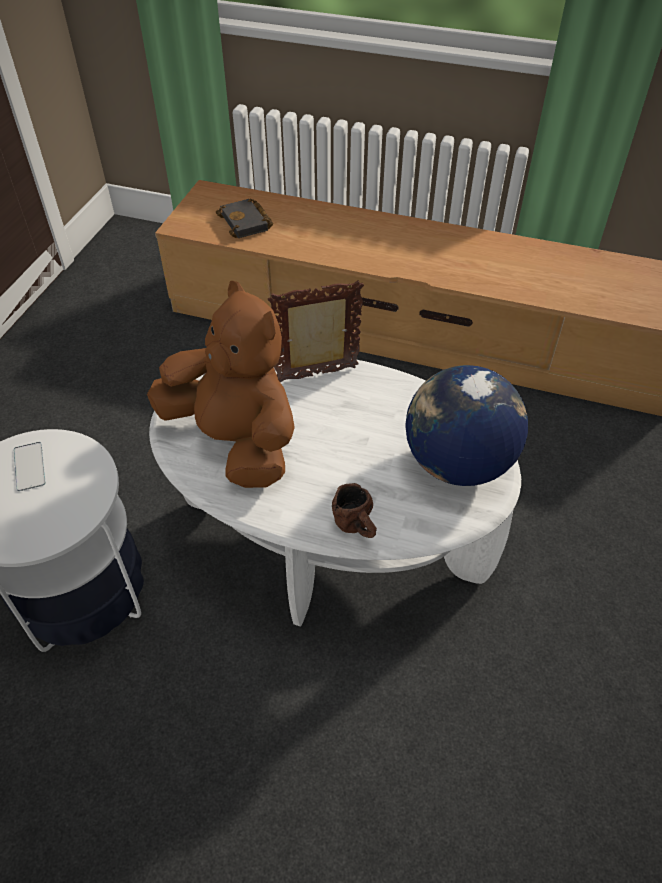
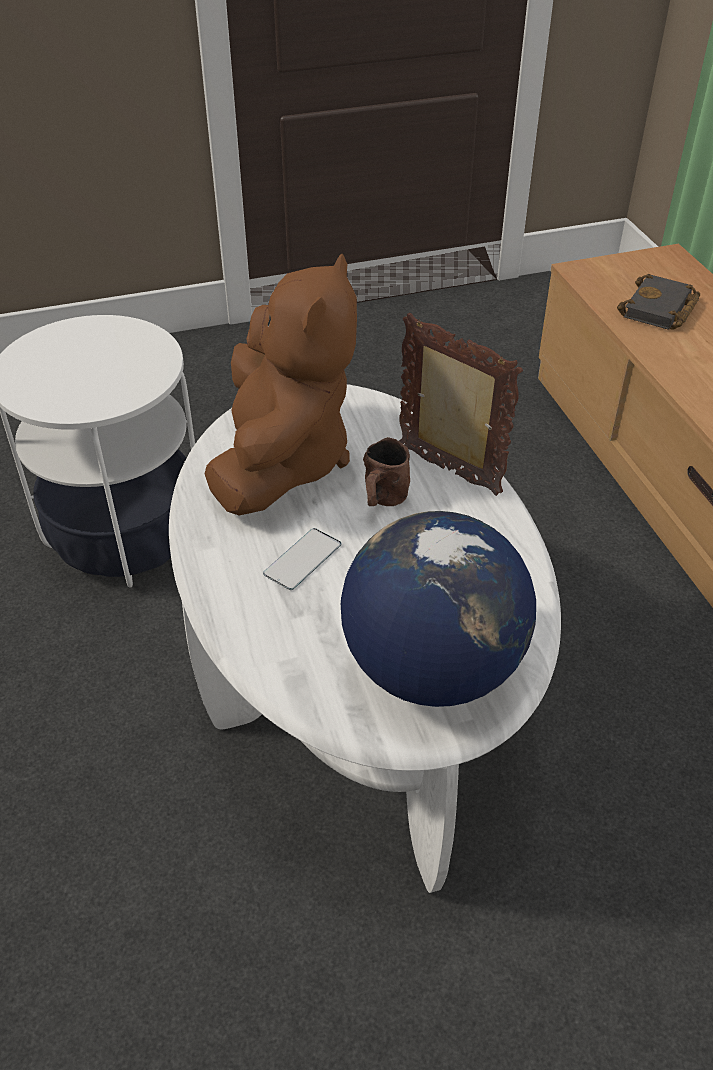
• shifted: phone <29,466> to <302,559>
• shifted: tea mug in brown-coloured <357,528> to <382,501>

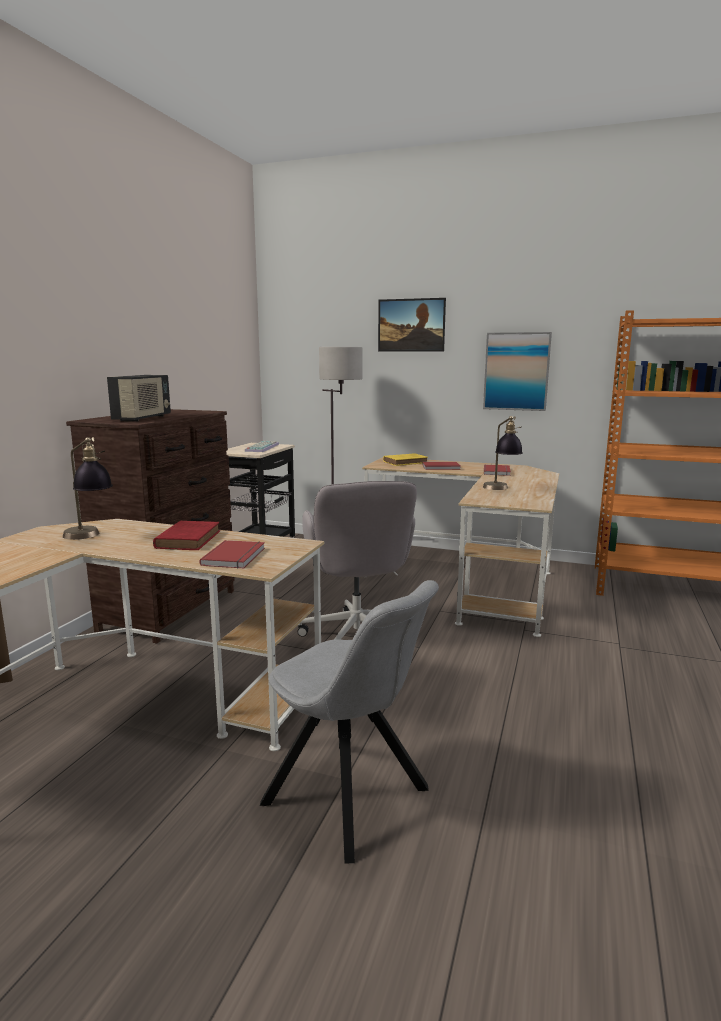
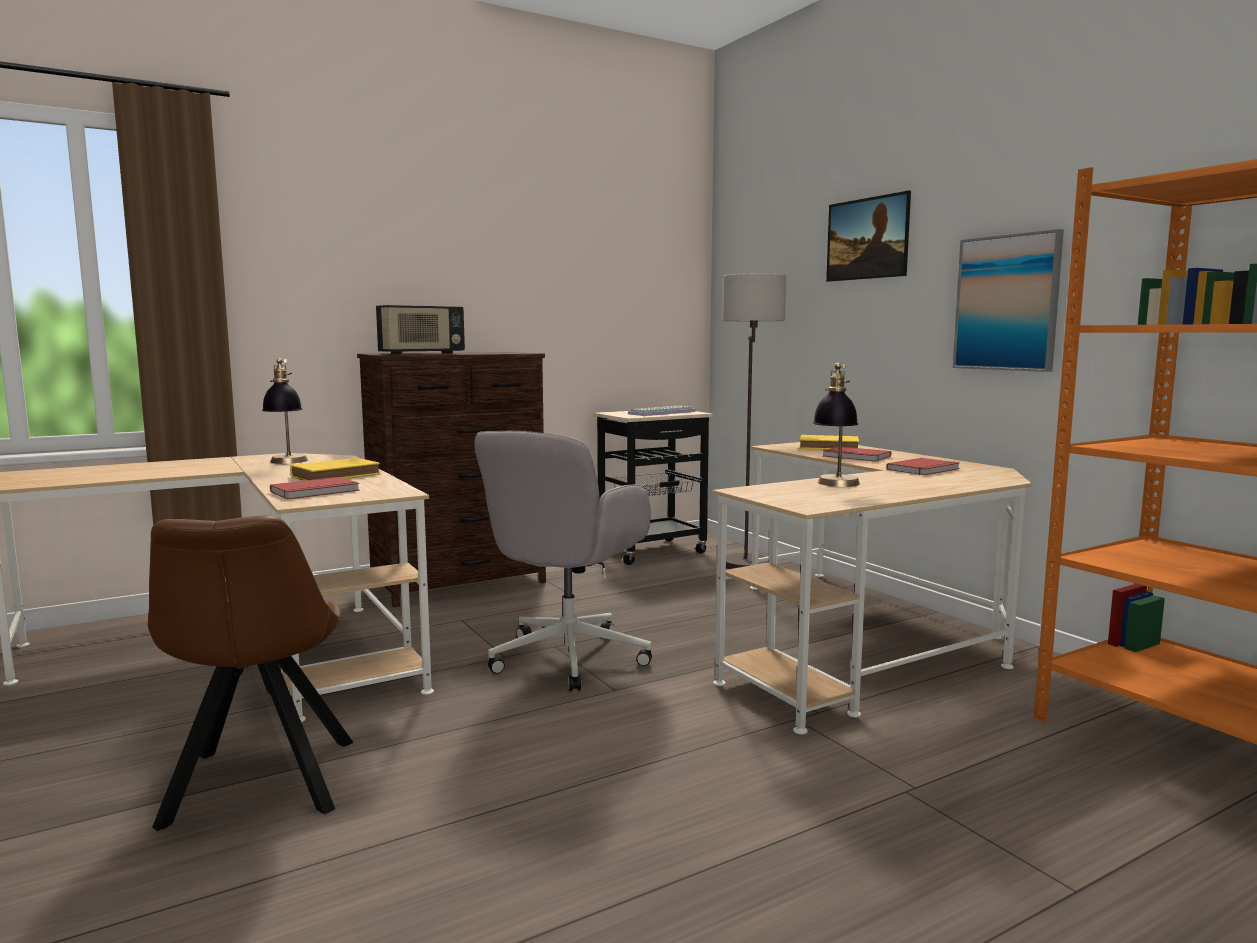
• repainted: volume in red <189,539> to volume in yellowish <338,475>
• repainted: upright chair in grey <349,798> to upright chair in brown-coloured <260,785>

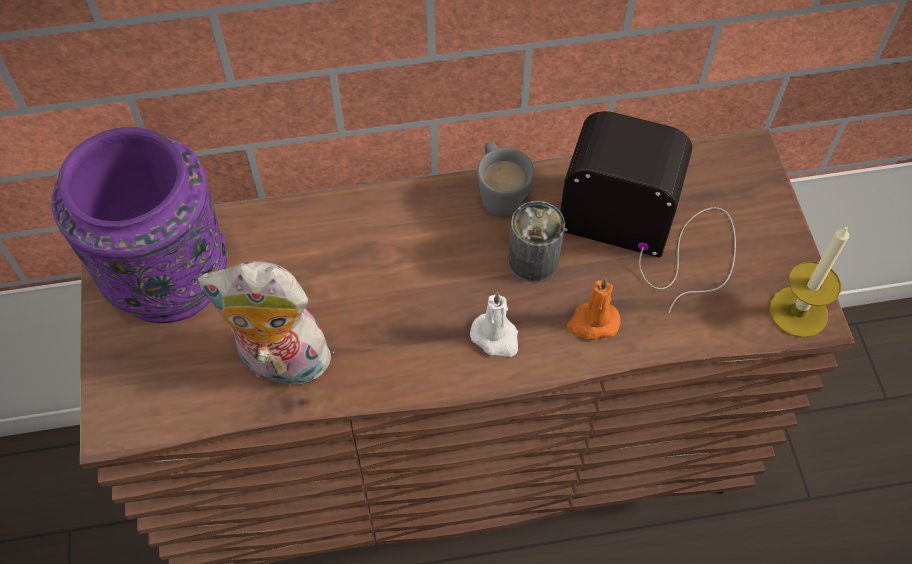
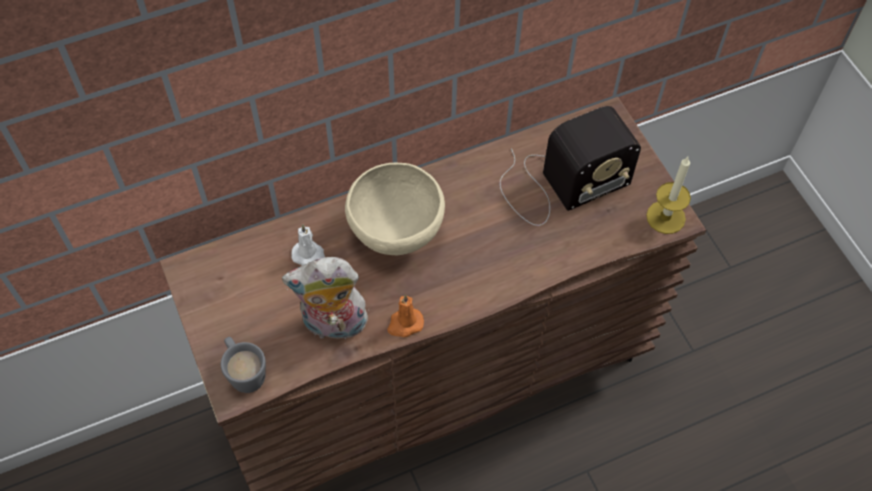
• gone: flower vase in purple-coloured <166,275>
• shifted: wax candle in whitish <496,337> to <309,256>
• shifted: tea mug in grey <500,193> to <244,372>
• gone: sealed can <533,260>
• rotated: radio set <654,233> = <559,184> 150 degrees clockwise
• shifted: wax candle in orange <592,322> to <404,324>
• new: bowl in sand-coloured <396,232>

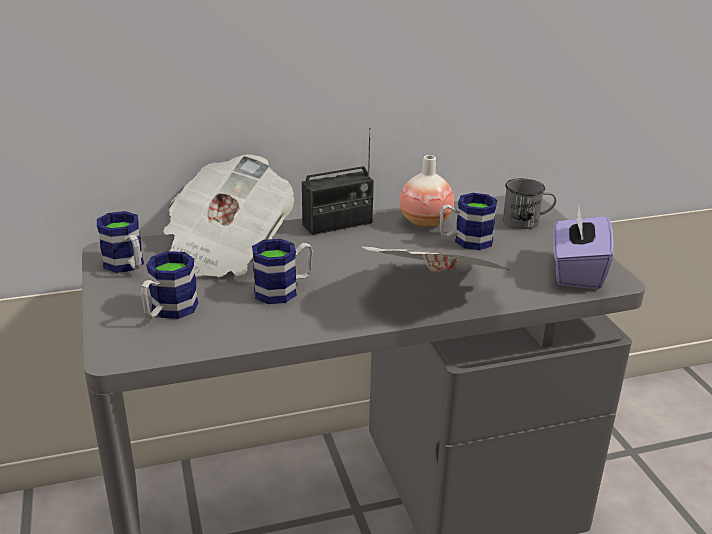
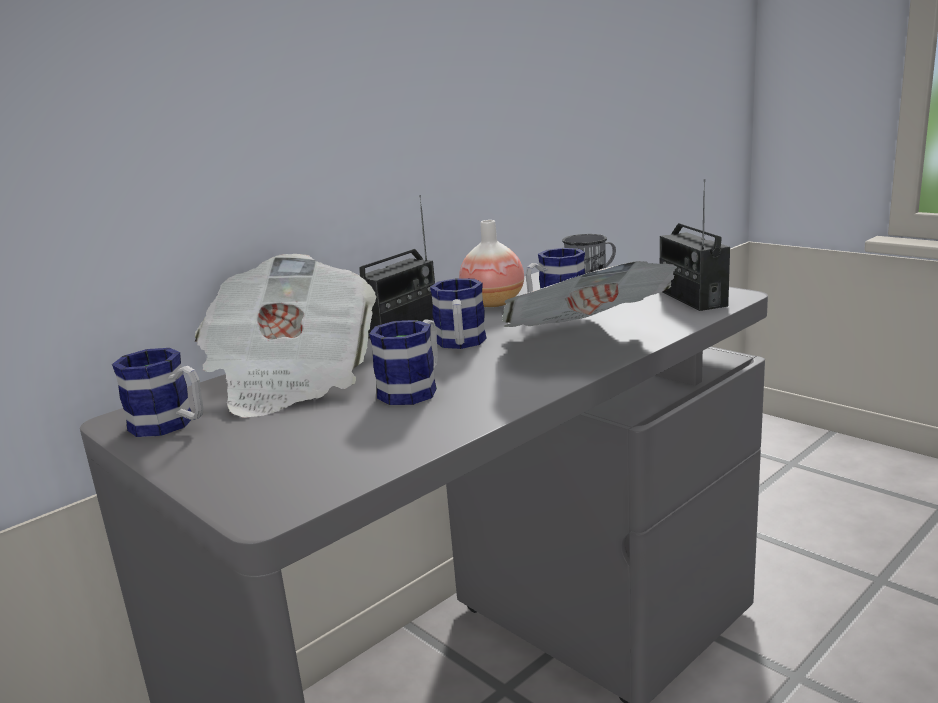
• shifted: tea mug <168,311> to <460,344>
• swapped: box of tissues in purple-coloured <576,271> to radio set <691,298>

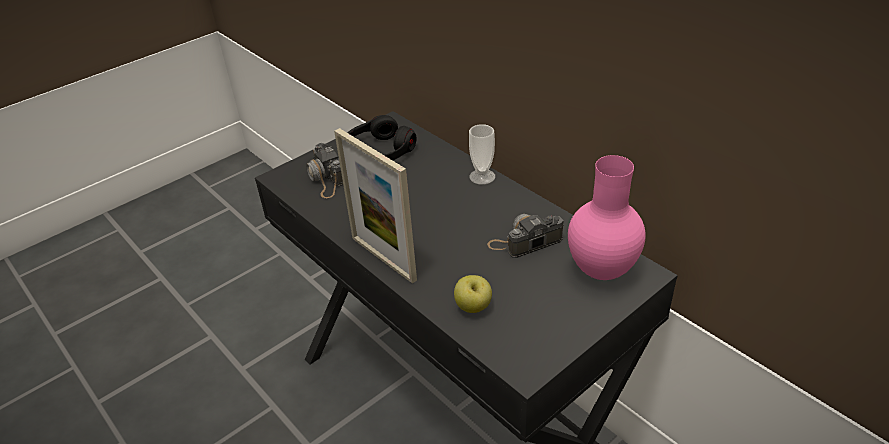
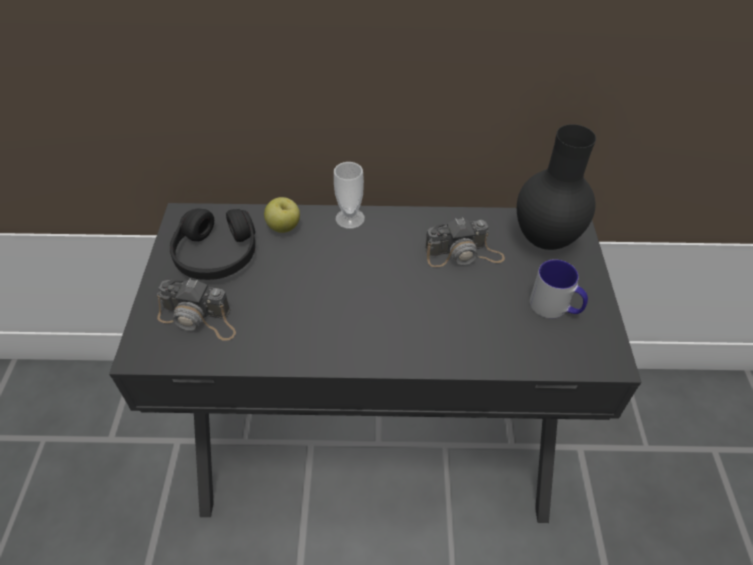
• gone: picture frame <383,258>
• shifted: apple <473,307> to <284,227>
• rotated: still camera <525,241> = <463,254> 120 degrees counterclockwise
• repainted: flower vase in pink <603,271> to flower vase in black-coloured <546,239>
• new: tea mug <555,307>

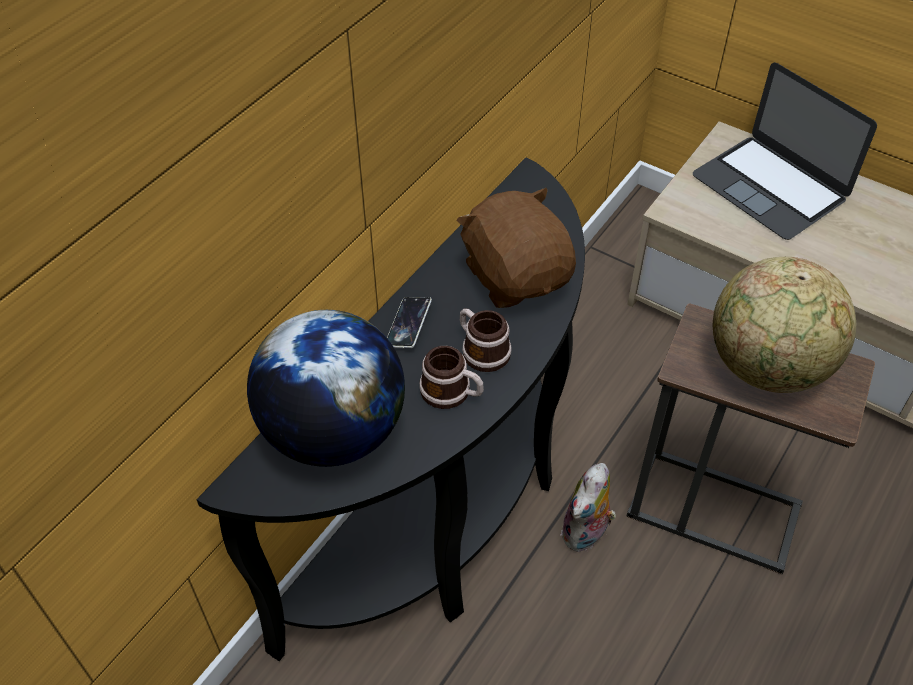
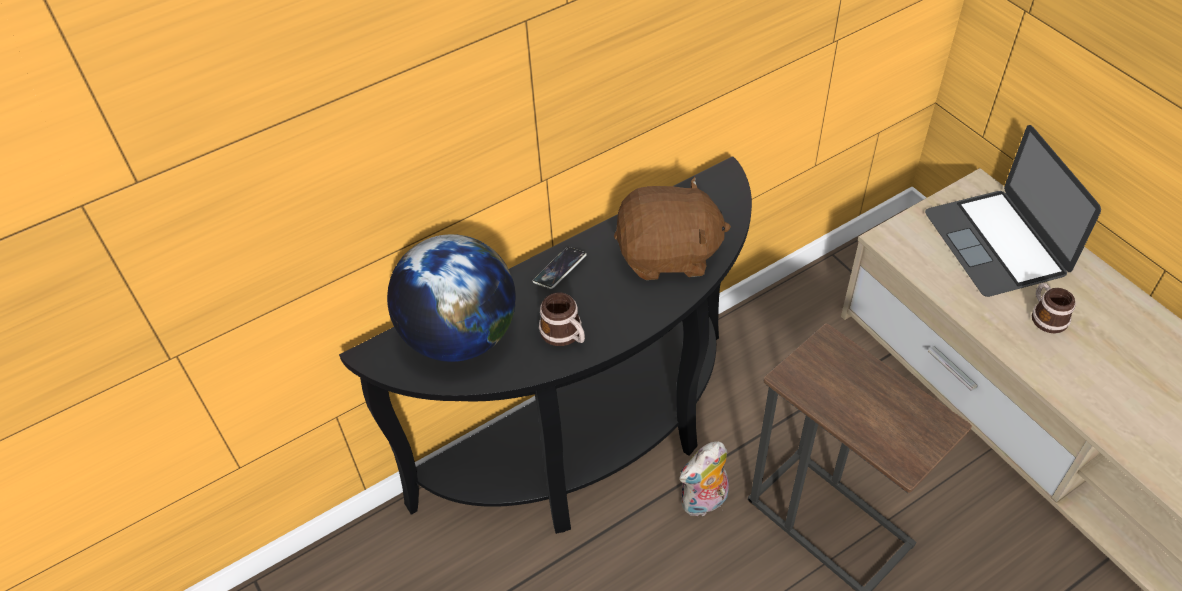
• rotated: soft toy in brown-coloured <516,276> = <668,255> 90 degrees clockwise
• shifted: tea mug <481,350> to <1046,316>
• gone: world globe <767,367>

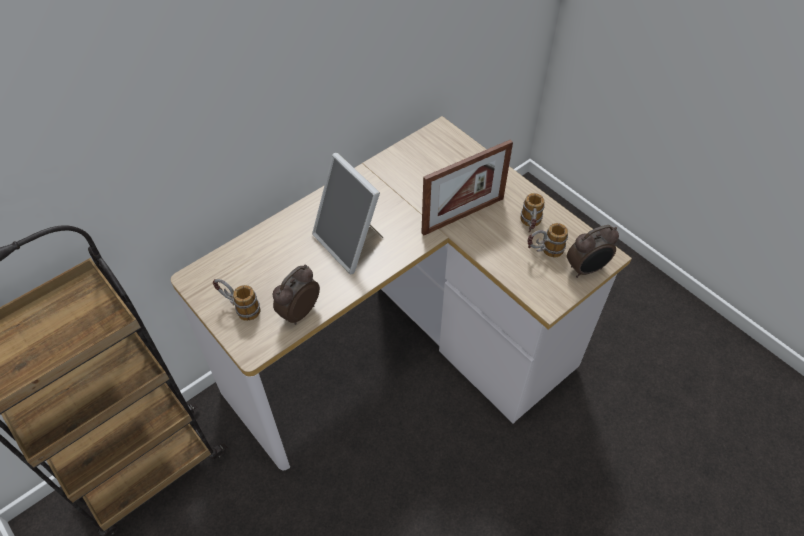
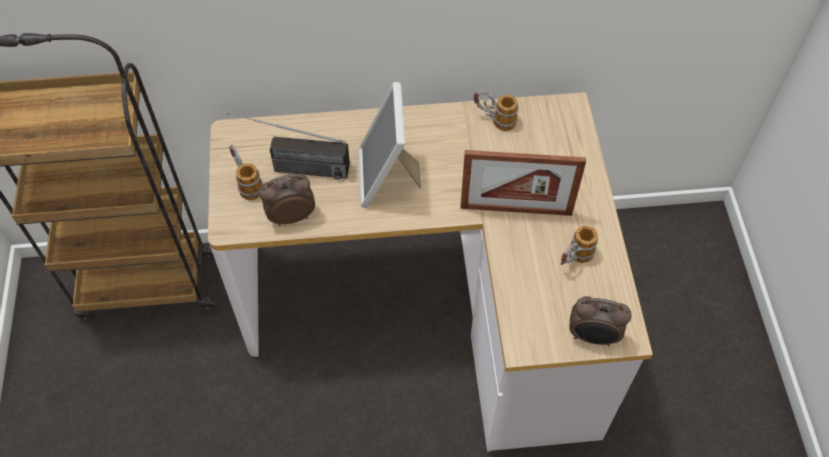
• shifted: tea mug <543,252> to <494,120>
• new: radio set <292,168>

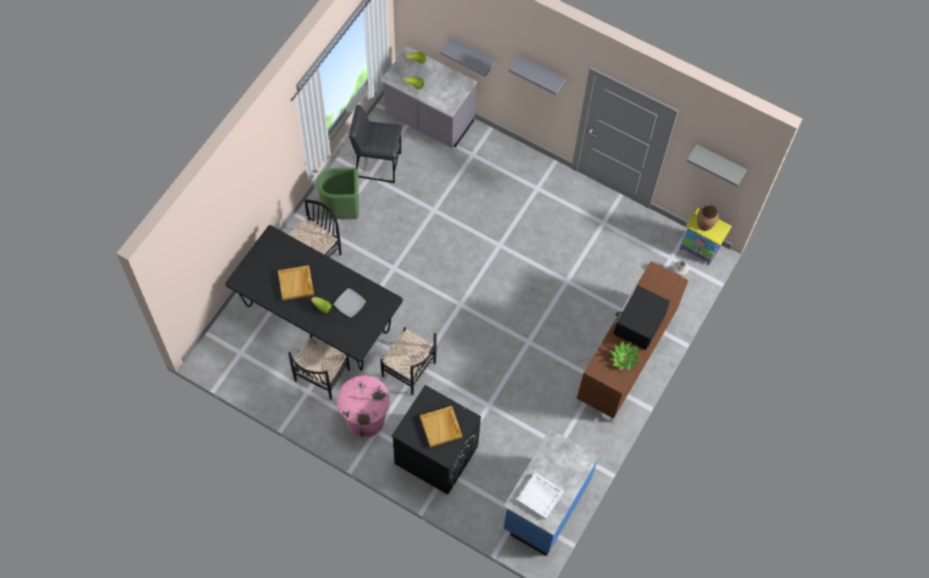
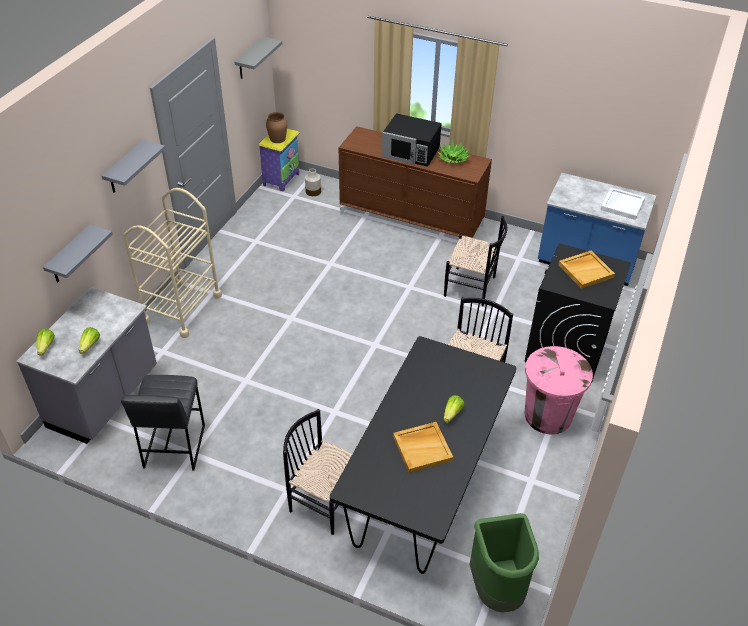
• shifted: upright chair in black-coloured <320,377> to <472,287>
• shifted: waste bin in greenish <342,211> to <497,590>
• gone: dinner plate <350,304>
• new: trolley in sand-coloured <182,308>

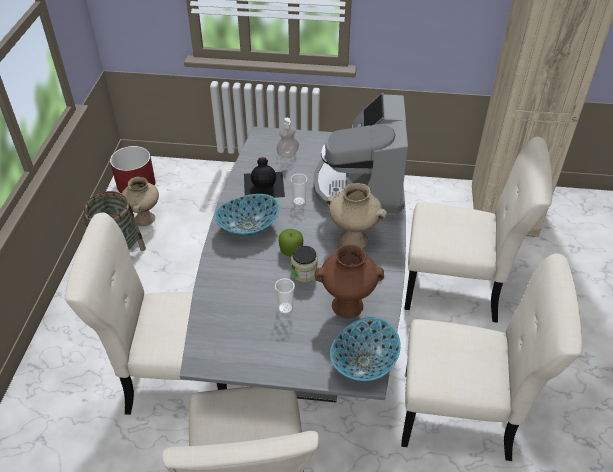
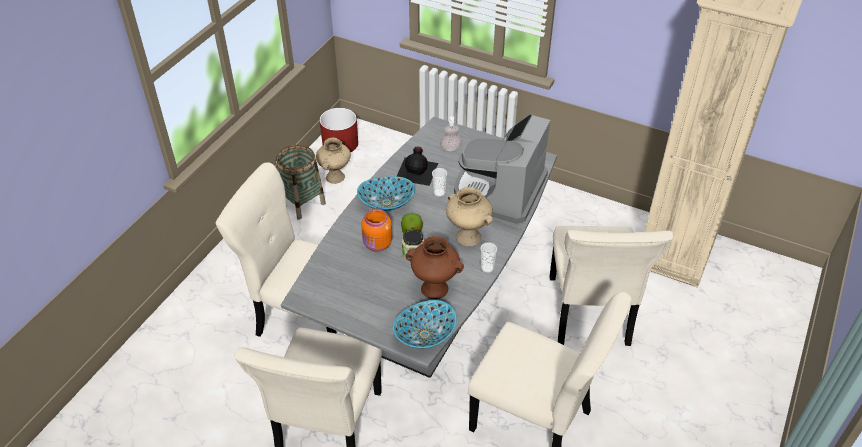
• shifted: cup <285,308> to <487,268>
• rotated: upright chair in sand-coloured <457,289> = <588,314> 60 degrees clockwise
• new: storage jar in orange <377,245>

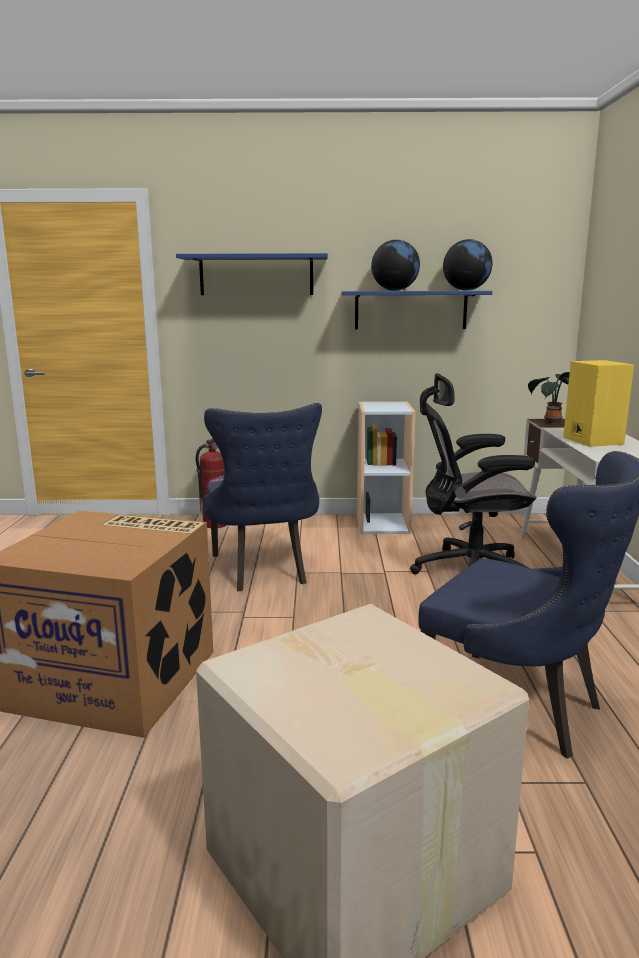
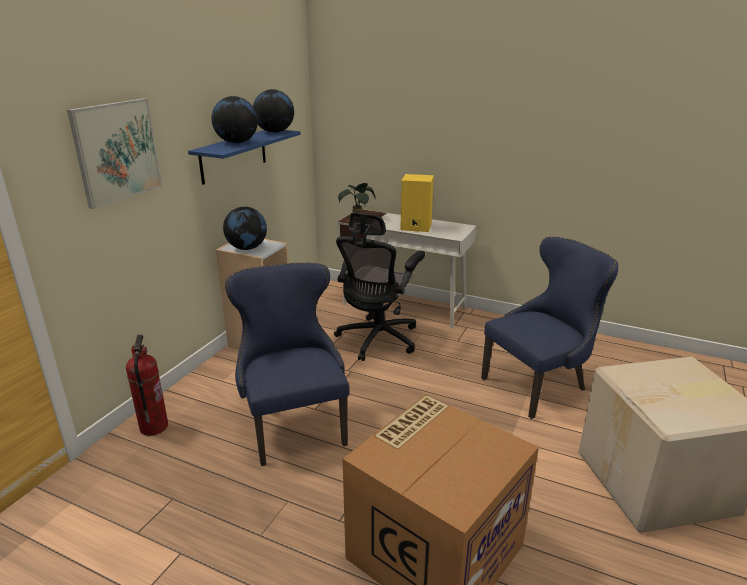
• swapped: shelf in blue <256,275> to wall art <117,151>
• rotated: upright chair in blue <264,569> = <294,424> 120 degrees counterclockwise
• new: world globe <247,248>

